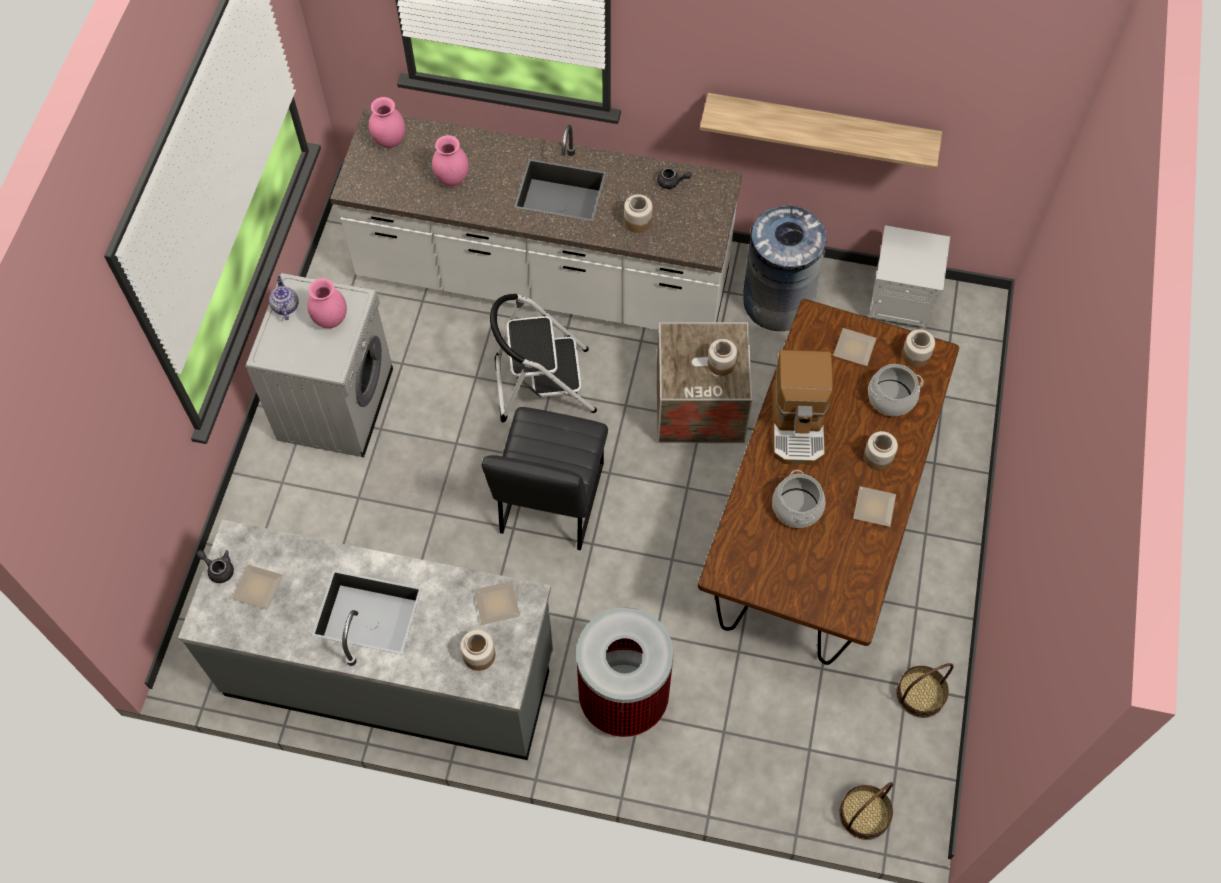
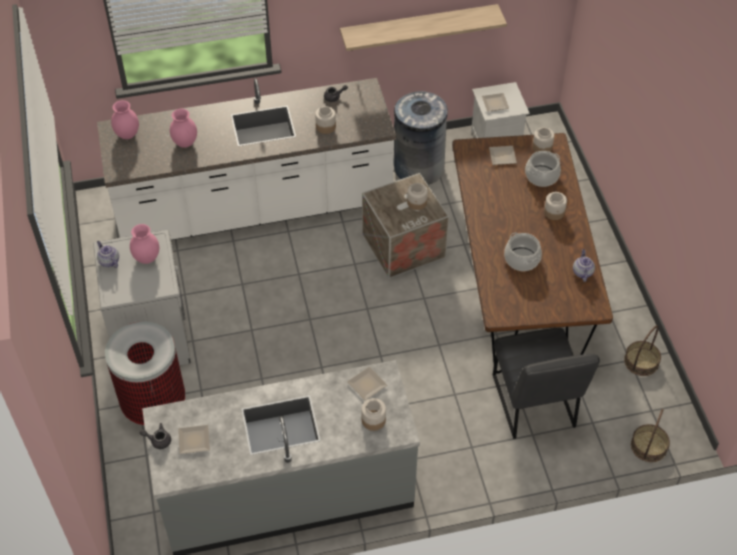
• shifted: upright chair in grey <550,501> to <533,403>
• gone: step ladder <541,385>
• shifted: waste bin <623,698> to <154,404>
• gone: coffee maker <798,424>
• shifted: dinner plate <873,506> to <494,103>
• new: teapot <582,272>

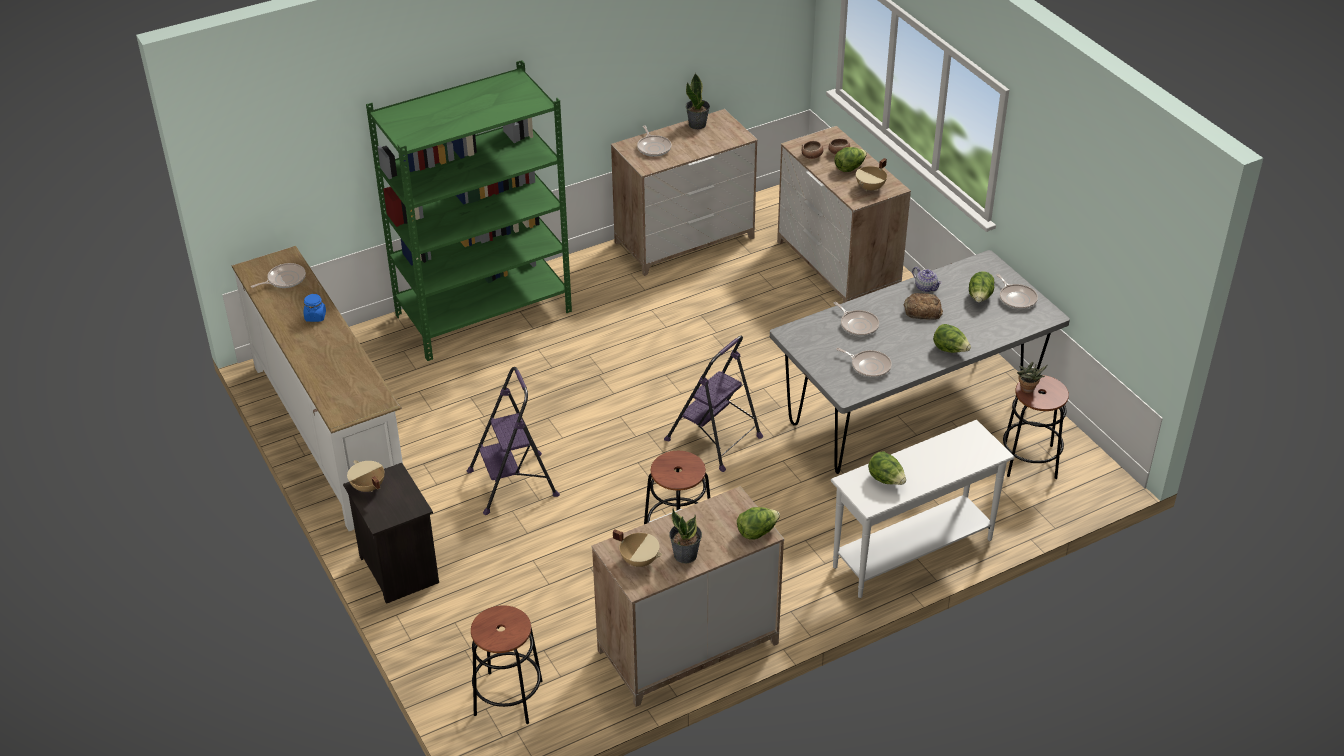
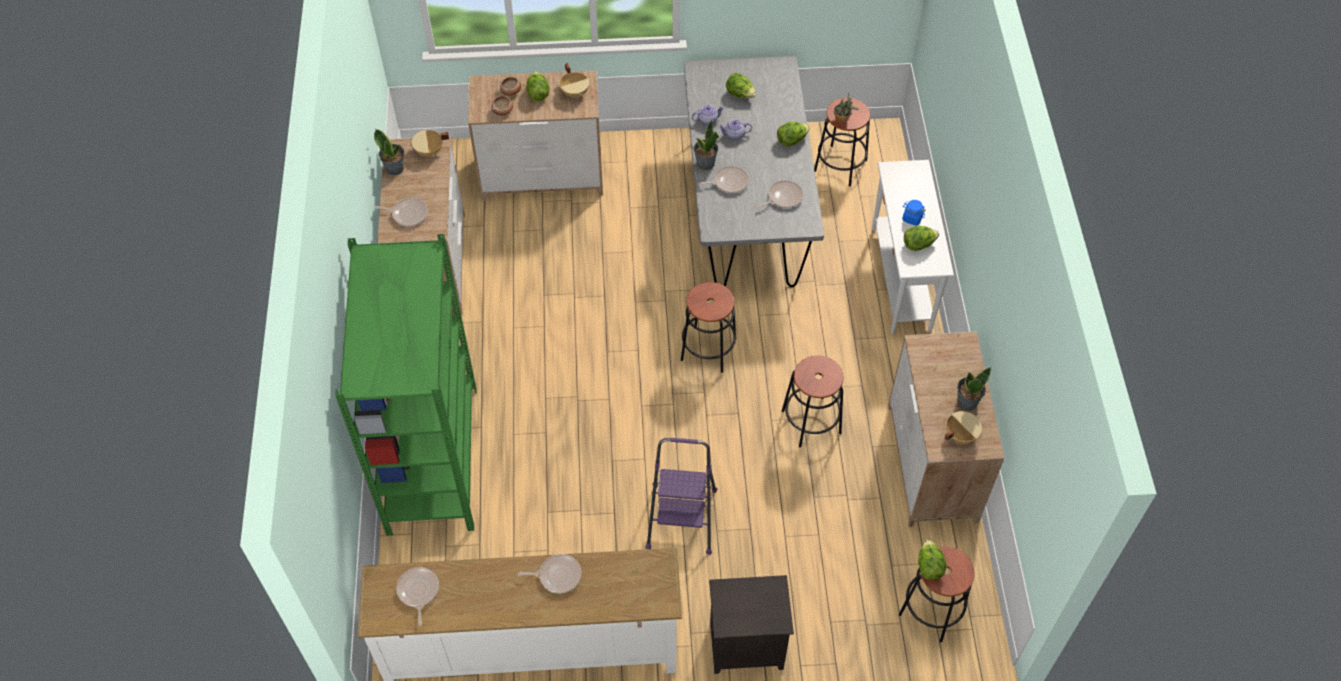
• shifted: storage jar in blue <315,316> to <912,218>
• shifted: cooking pot in sand-coloured <367,487> to <429,152>
• swapped: step ladder in purple-coloured <715,439> to stool seat in black-coloured <708,349>
• shifted: lettuce head <757,532> to <929,566>
• swapped: bread <922,310> to teapot <734,135>
• shifted: frying pan <1016,298> to <557,575>
• new: houseplant <705,163>

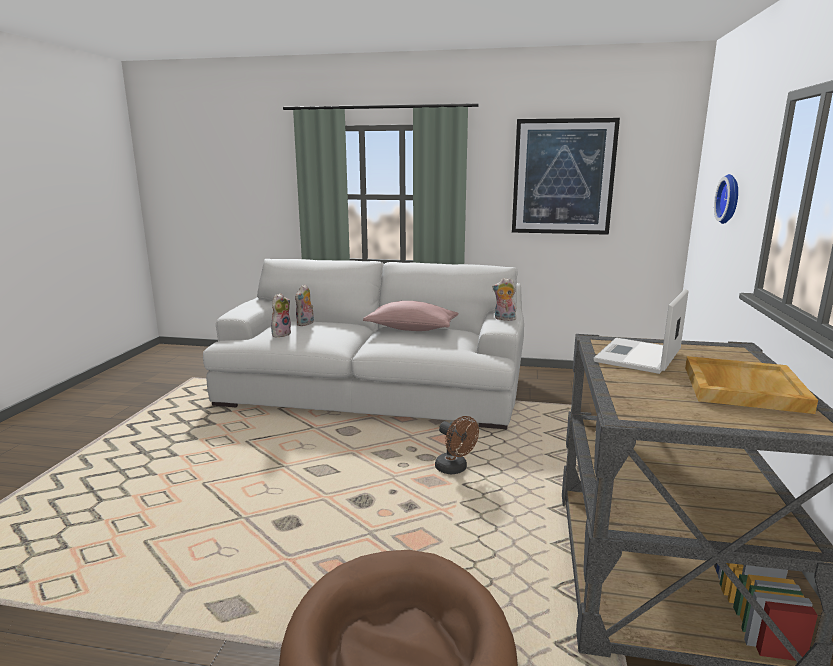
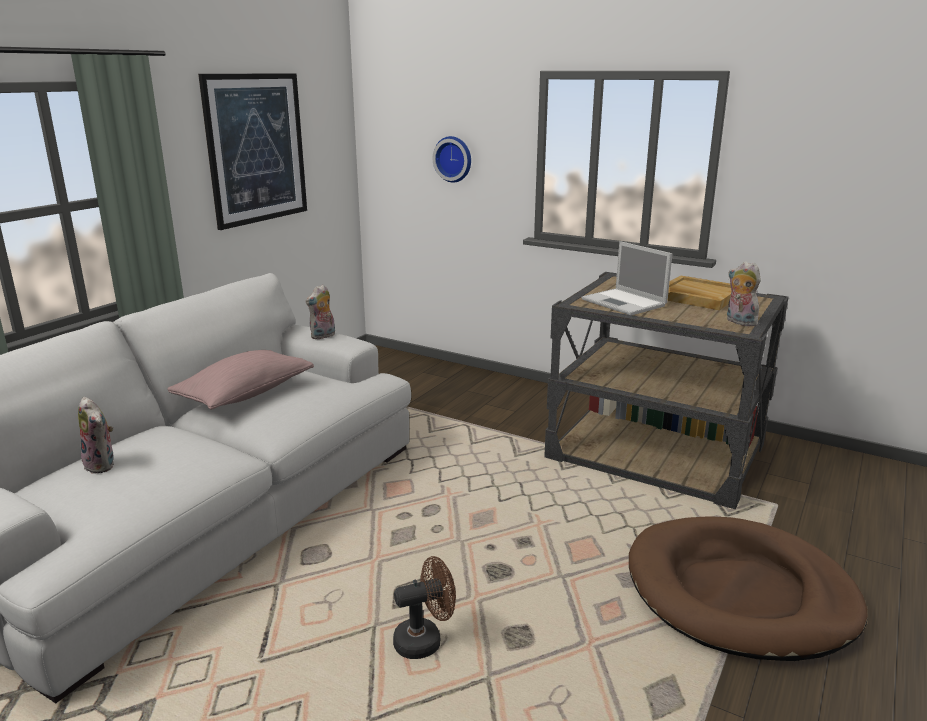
• shifted: soft toy <281,334> to <739,322>
• shifted: fan in brown-coloured <455,469> to <425,640>

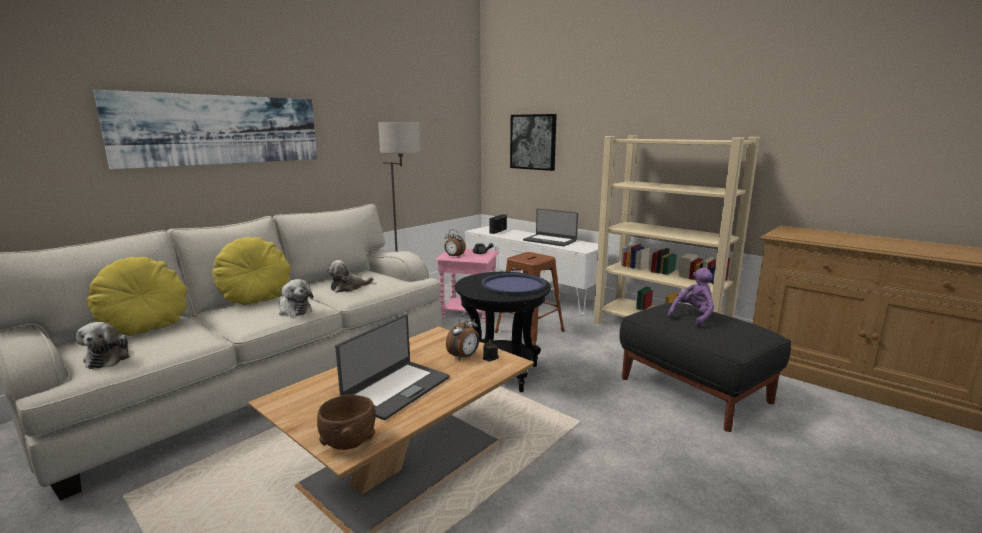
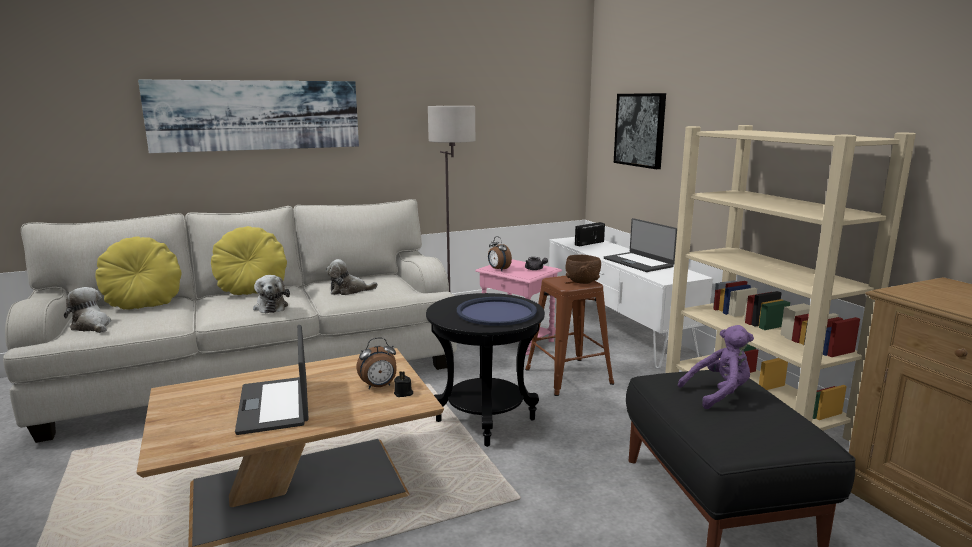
• rotated: soft toy <109,358> = <92,326> 120 degrees clockwise
• shifted: bowl in brown-coloured <348,442> to <582,282>
• rotated: notebook computer <396,389> = <276,405> 105 degrees clockwise

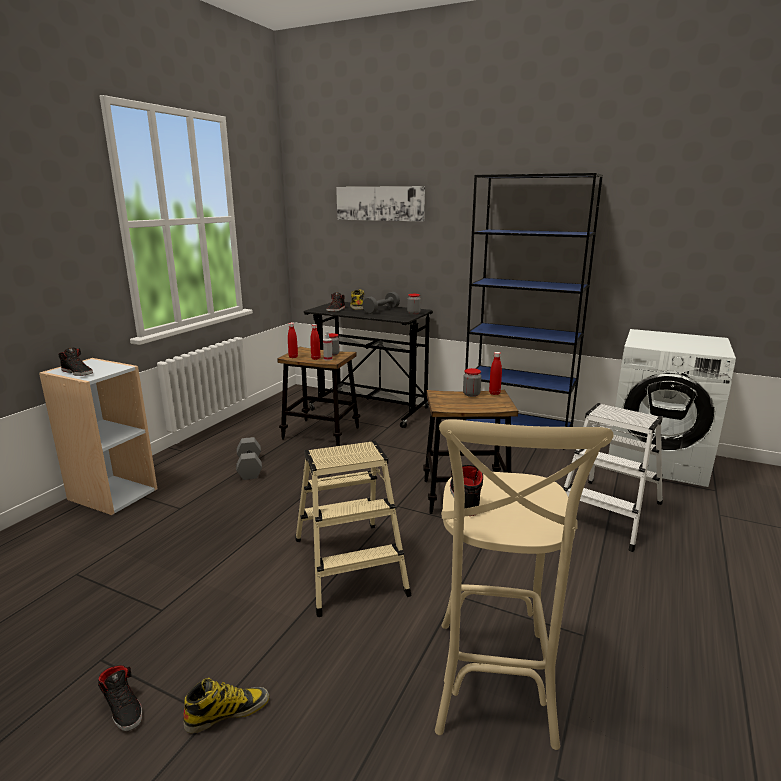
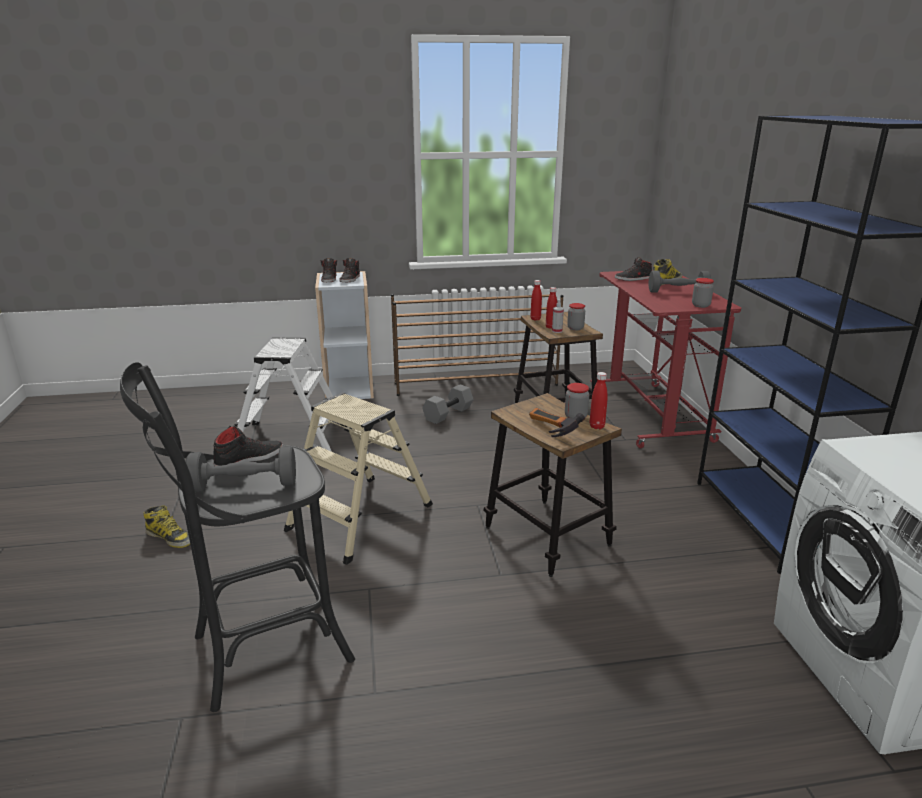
• shifted: shoe in black-coloured <123,707> to <350,279>
• repainted: desk in black-coloured <370,409> to desk in red <649,414>
• gone: wall art <380,203>
• repainted: stool seat in sand-coloured <493,686> to stool seat in black-coloured <263,650>
• shifted: step ladder in whitish <609,512> to <291,440>
• new: dumbbell in grey <244,485>
• new: shoe stand in brown-coloured <477,384>
• new: hand hammer <549,431>

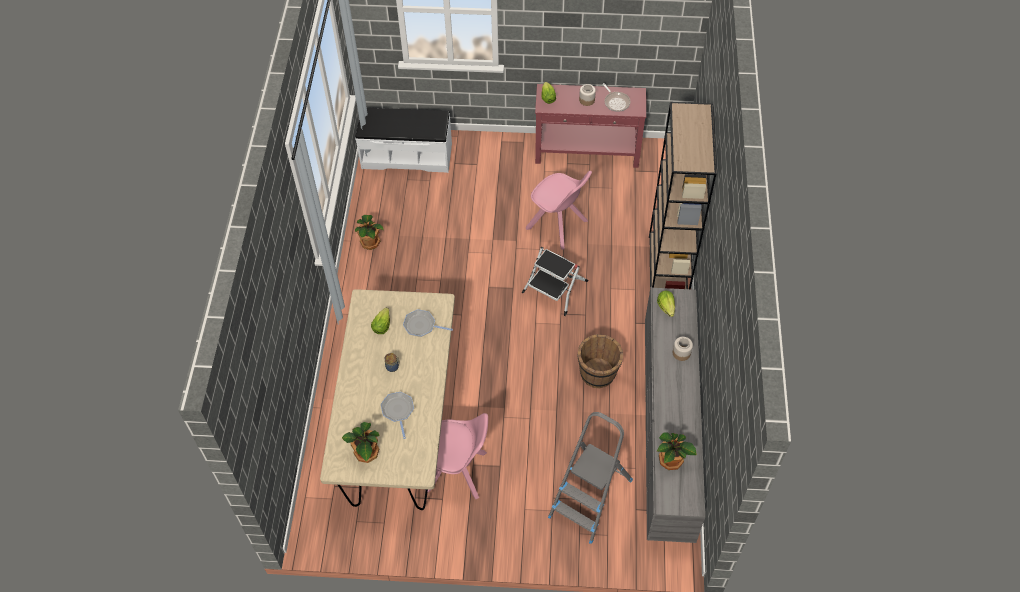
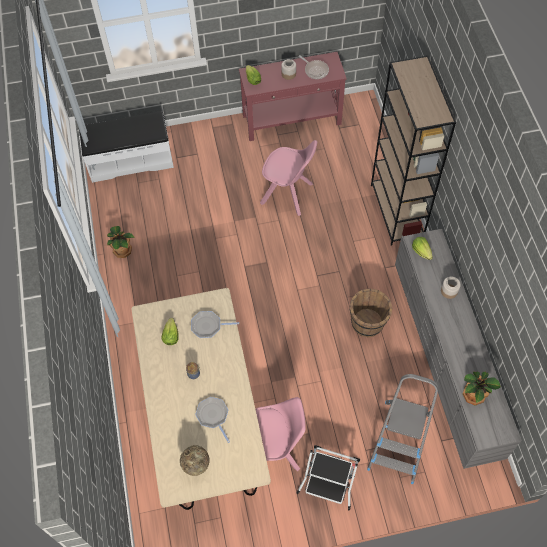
• swapped: houseplant <366,453> to flower vase in sand-coloured <196,466>
• shifted: step ladder <555,288> to <329,478>

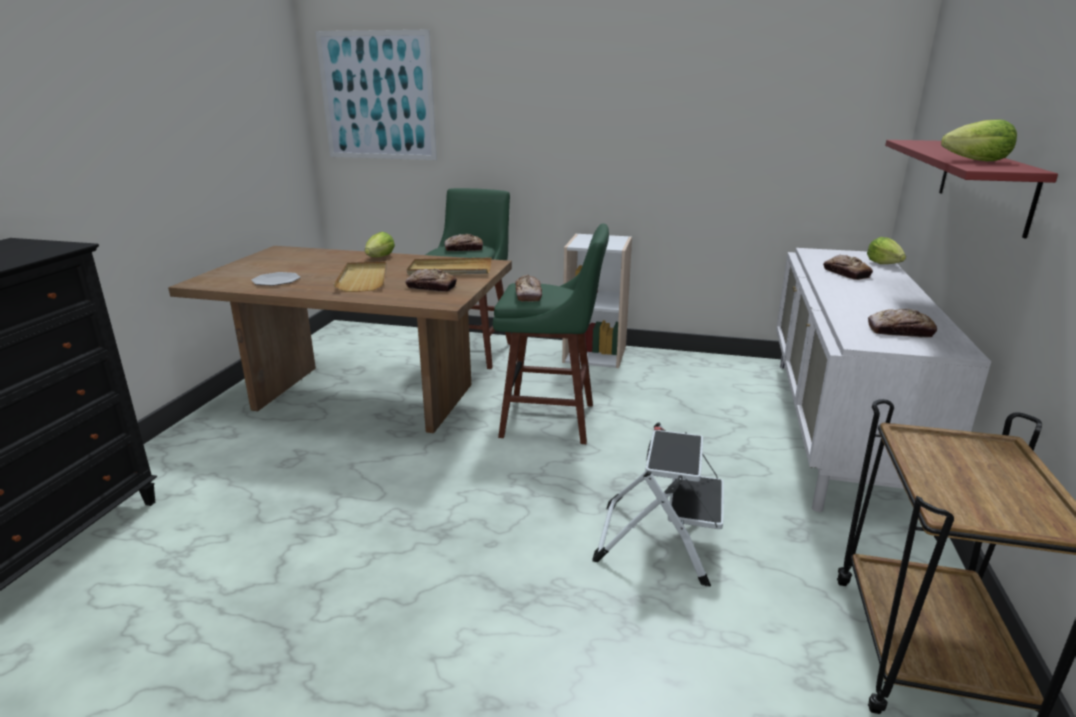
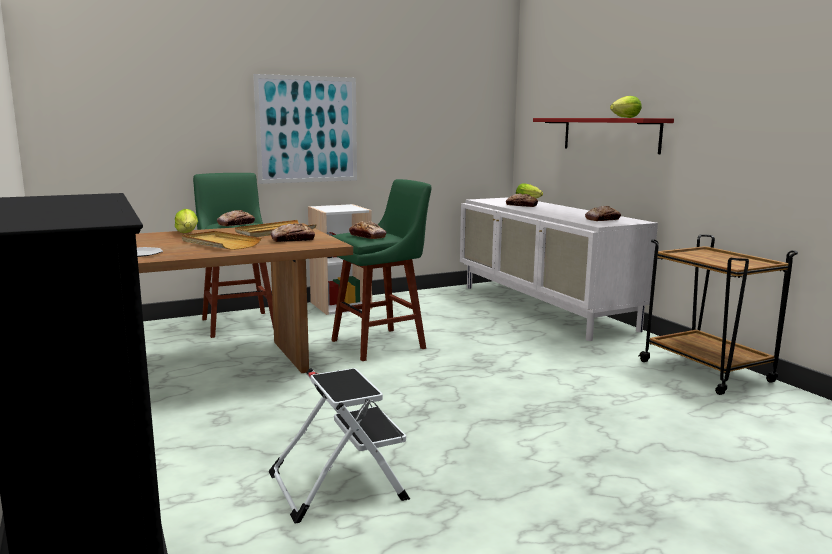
• shifted: wall art <377,96> to <307,129>
• shifted: step ladder <658,538> to <338,482>

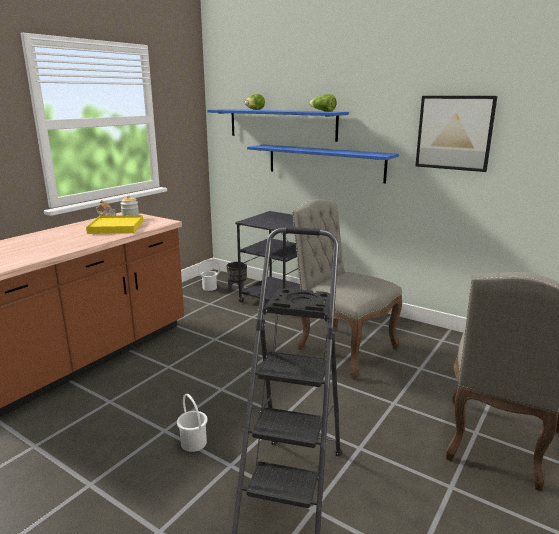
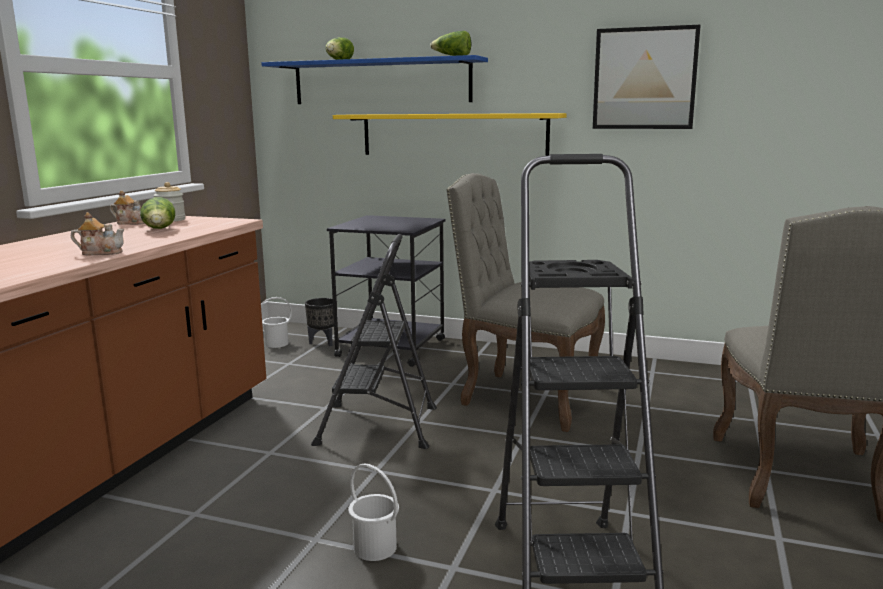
• swapped: tray in yellowish <116,227> to lettuce head <160,230>
• repainted: shelf in blue <325,162> to shelf in yellowish <453,135>
• new: teapot <101,252>
• new: step ladder in black-coloured <381,425>

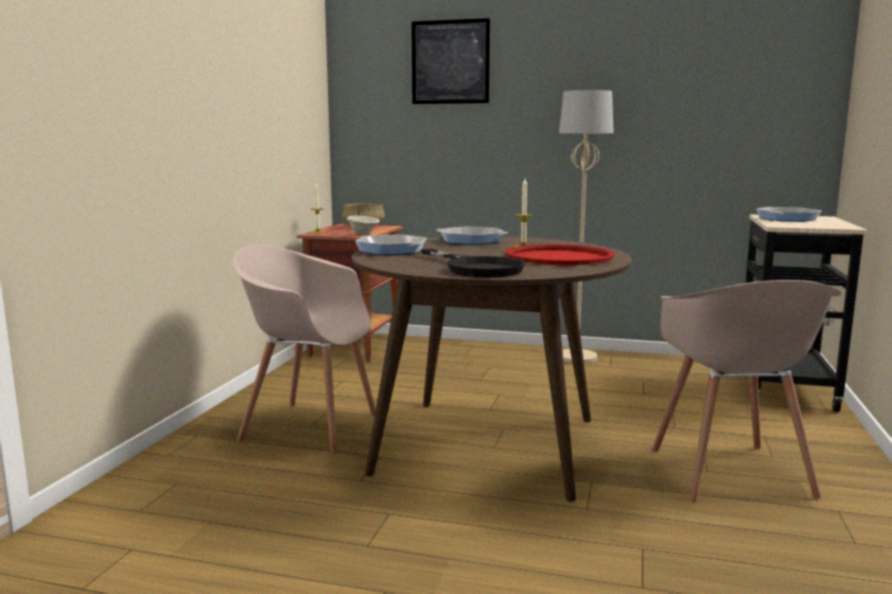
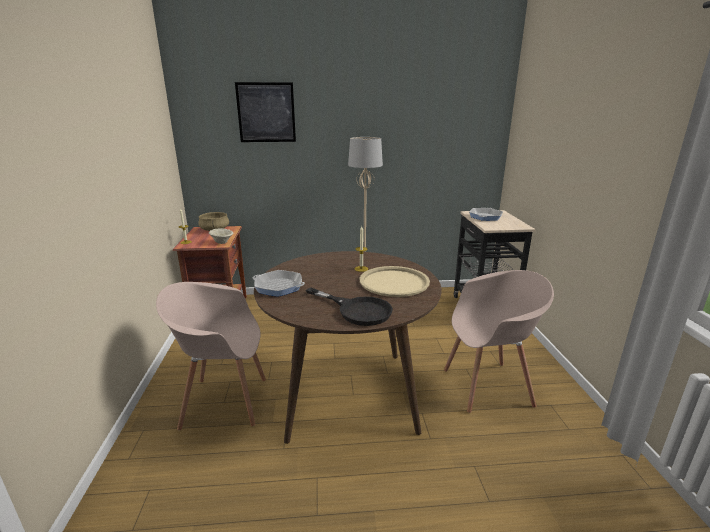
• gone: frying pan <471,241>
• repainted: tray in red <558,257> to tray in sand-coloured <394,282>
• rotated: upright chair in sand-coloured <729,473> = <488,387> 75 degrees counterclockwise

